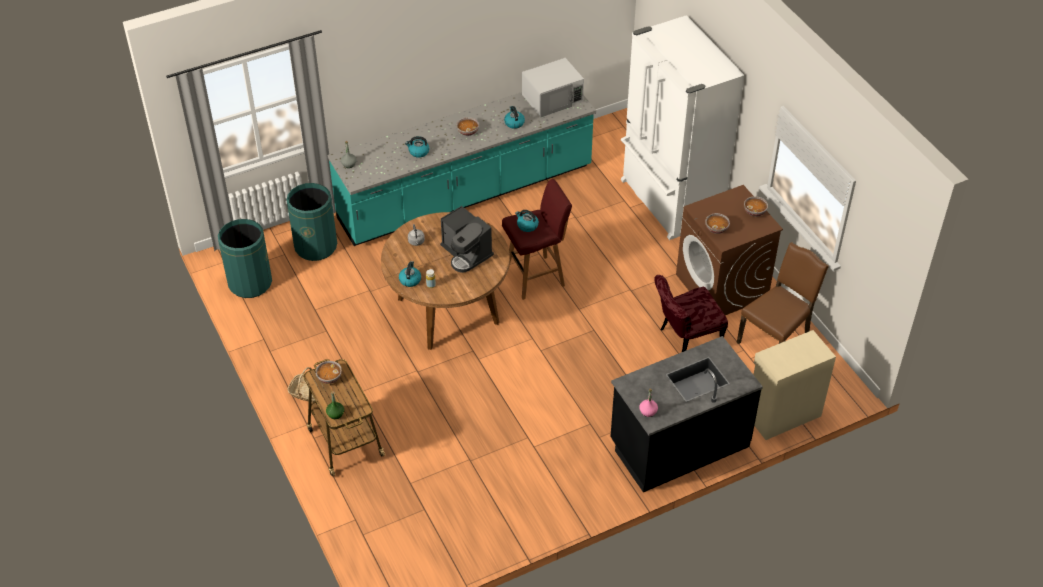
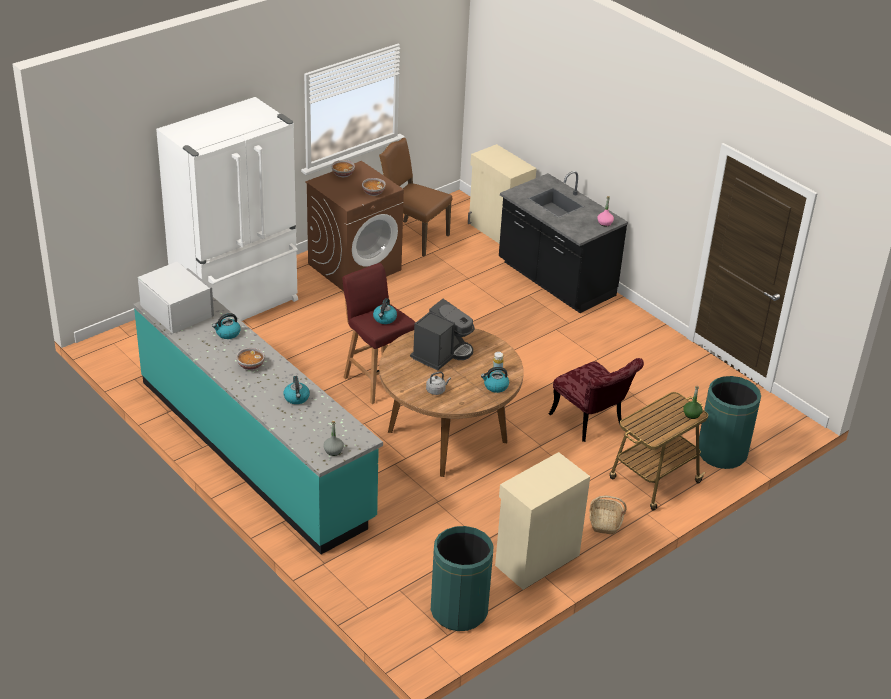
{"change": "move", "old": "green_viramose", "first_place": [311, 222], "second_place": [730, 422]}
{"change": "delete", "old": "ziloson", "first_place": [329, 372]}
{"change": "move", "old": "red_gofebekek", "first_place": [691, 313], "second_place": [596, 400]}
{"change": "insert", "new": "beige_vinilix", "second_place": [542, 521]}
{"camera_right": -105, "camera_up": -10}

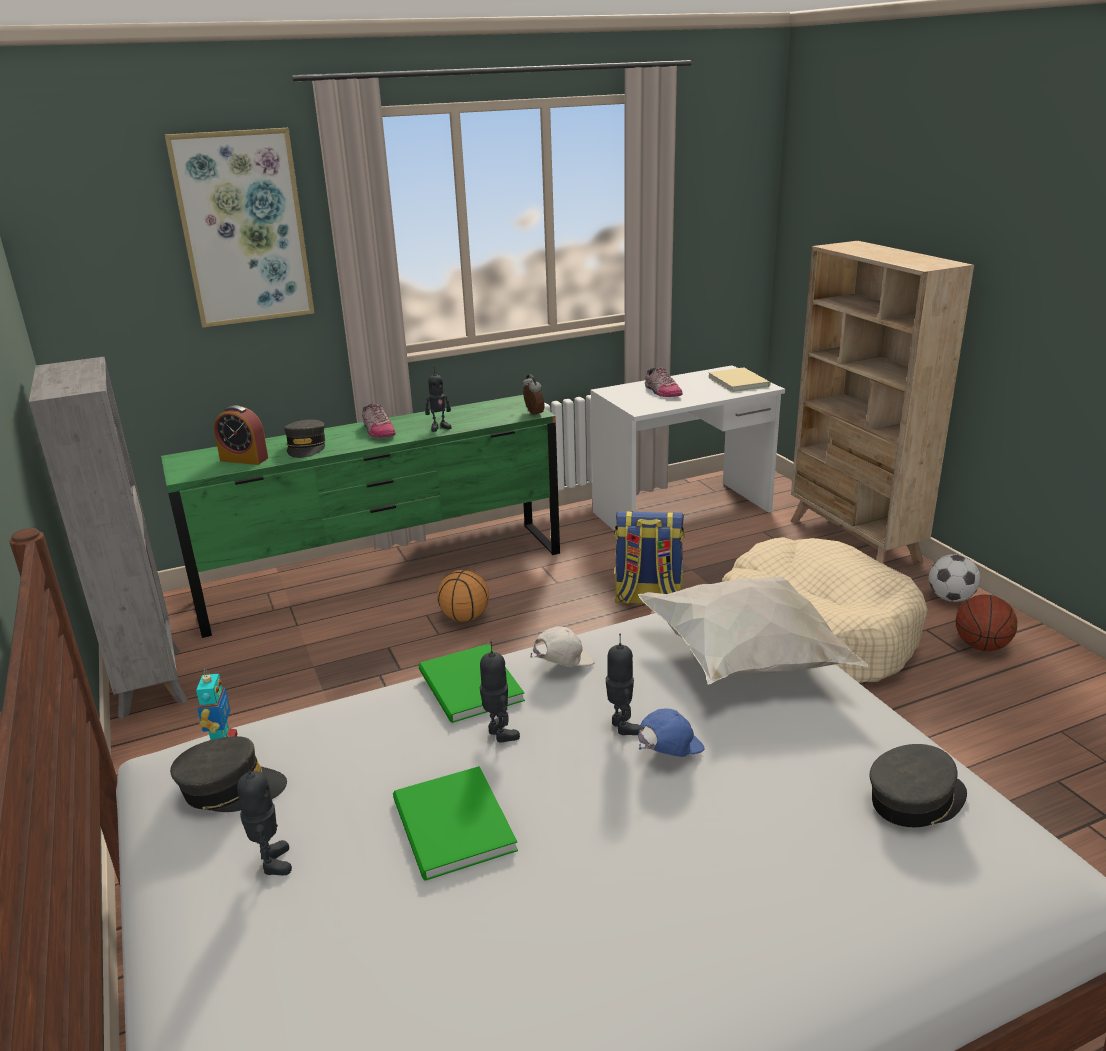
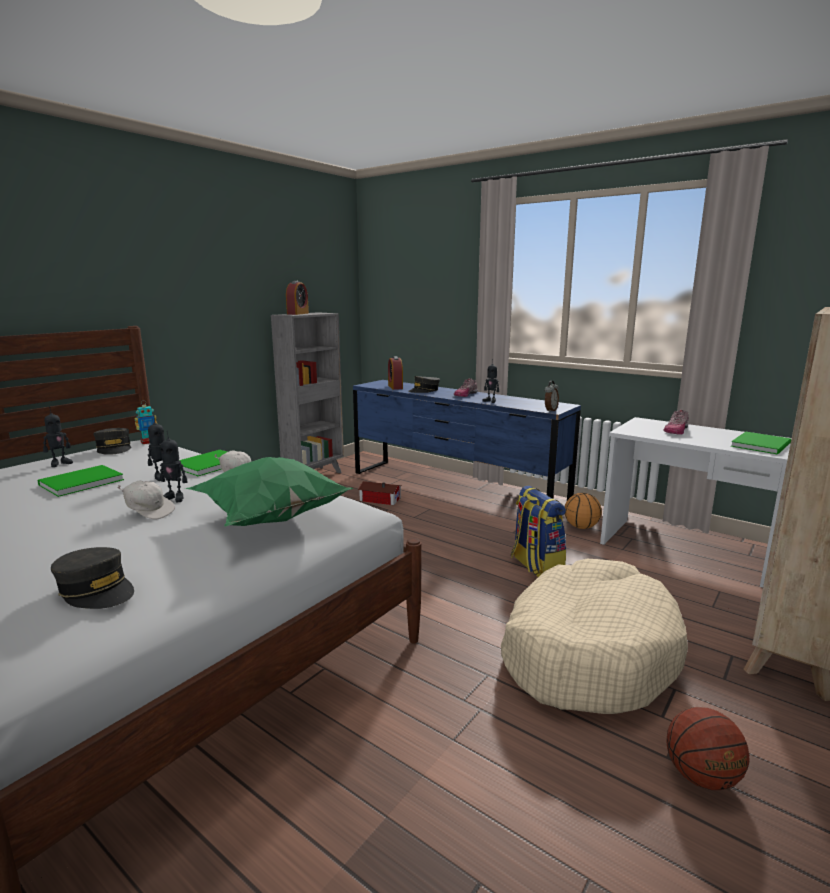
{"change": "recolor", "old": "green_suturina", "new": "blue_suturina", "first_place": [360, 516], "second_place": [467, 440]}
{"change": "delete", "old": "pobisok", "first_place": [240, 228]}
{"change": "move", "old": "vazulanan", "first_place": [463, 596], "second_place": [583, 511]}
{"change": "rotate", "old": "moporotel", "first_place": [623, 684], "second_place": [173, 466], "degrees": 60}
{"change": "recolor", "old": "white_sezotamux", "new": "green_sezotamux", "first_place": [753, 630], "second_place": [269, 491]}
{"change": "recolor", "old": "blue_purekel", "new": "white_purekel", "first_place": [671, 732], "second_place": [146, 500]}
{"change": "recolor", "old": "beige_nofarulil", "new": "green_nofarulil", "first_place": [739, 379], "second_place": [761, 443]}
{"change": "delete", "old": "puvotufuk", "first_place": [954, 578]}
{"change": "insert", "new": "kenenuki", "second_place": [297, 298]}
{"change": "insert", "new": "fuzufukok", "second_place": [380, 493]}
{"camera_right": 60, "camera_up": -10}

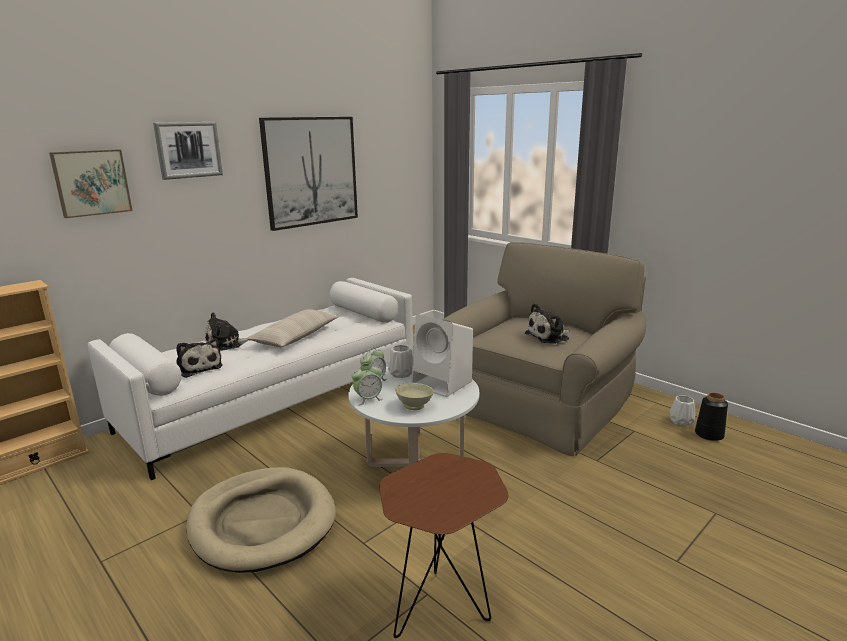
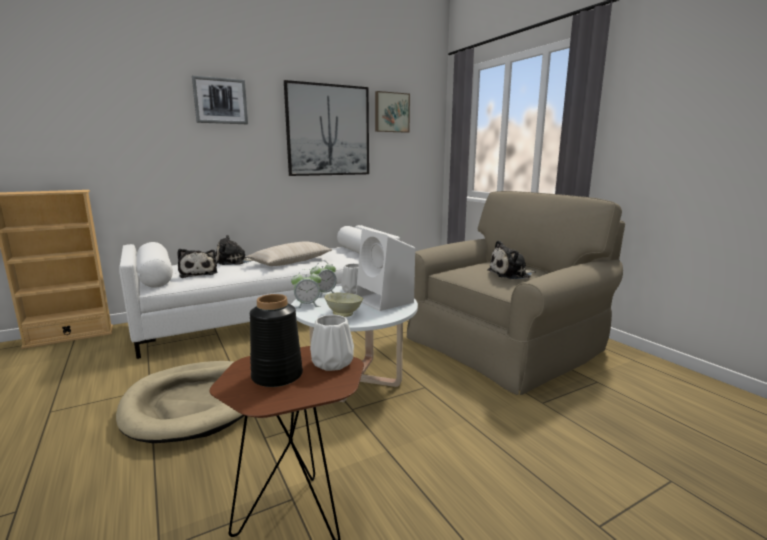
{"change": "move", "old": "pobisok", "first_place": [90, 183], "second_place": [392, 112]}
{"change": "move", "old": "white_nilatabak", "first_place": [683, 410], "second_place": [332, 343]}
{"change": "move", "old": "black_nilatabak", "first_place": [711, 416], "second_place": [276, 340]}
{"camera_right": 15, "camera_up": -5}

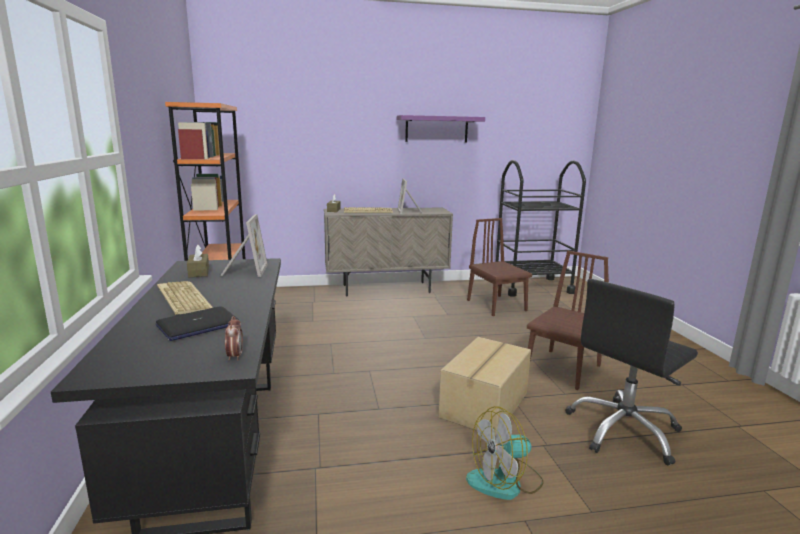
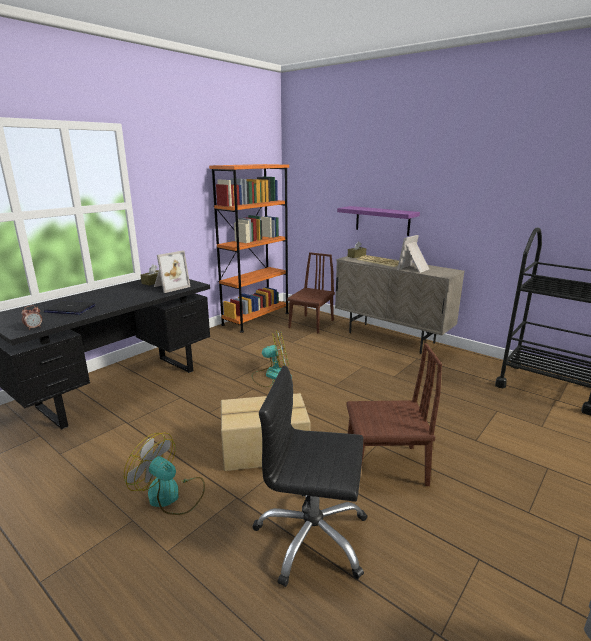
{"change": "delete", "old": "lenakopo", "first_place": [185, 298]}
{"change": "move", "old": "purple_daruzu", "first_place": [441, 129], "second_place": [378, 221]}
{"change": "move", "old": "brown_gofebekek", "first_place": [499, 267], "second_place": [311, 292]}
{"change": "insert", "new": "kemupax", "second_place": [272, 358]}
{"camera_right": 50, "camera_up": 5}

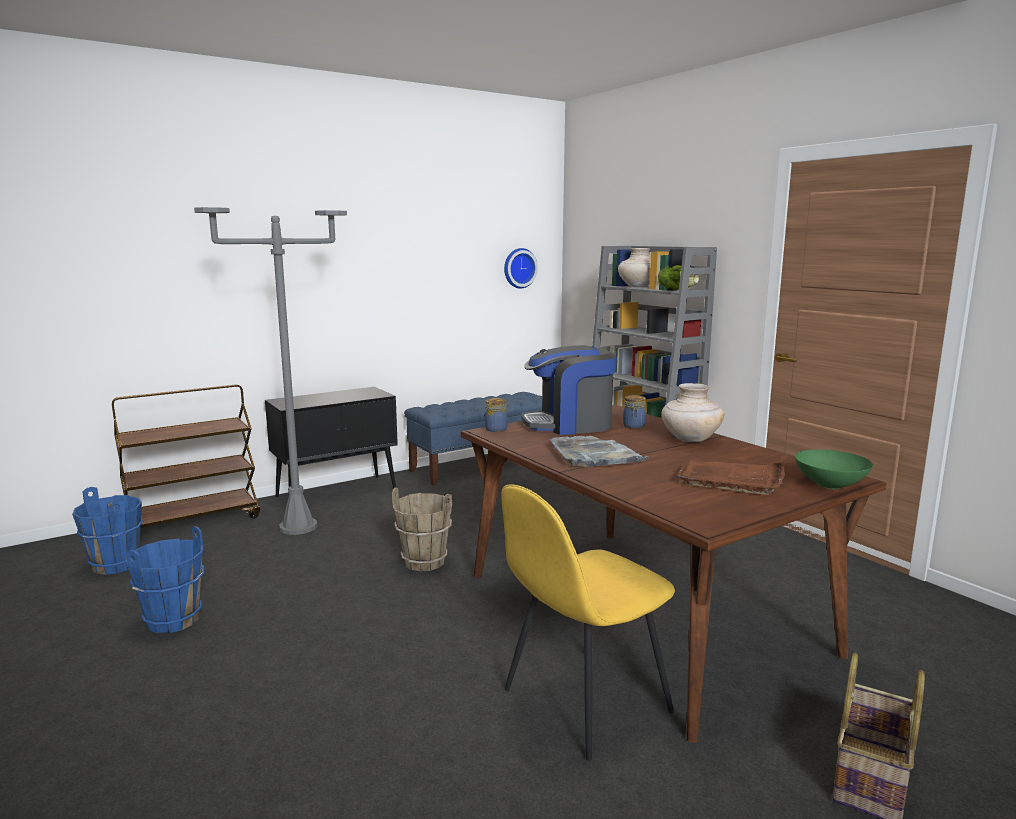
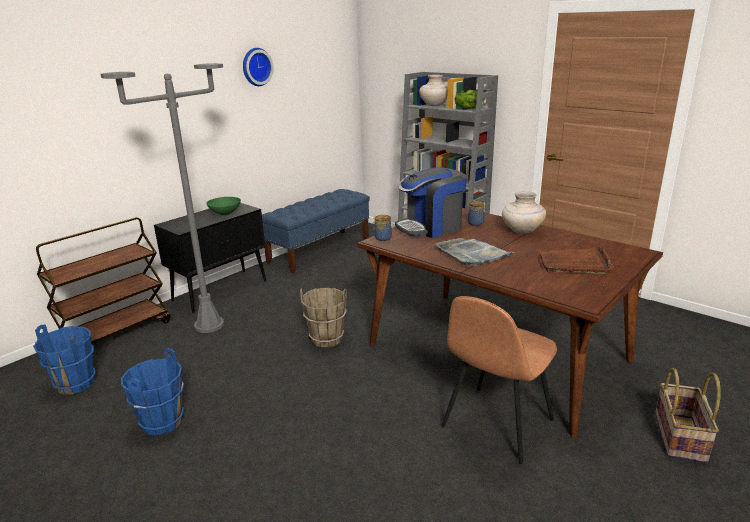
{"change": "recolor", "old": "yellow_gofebekek", "new": "brown_gofebekek", "first_place": [588, 622], "second_place": [499, 380]}
{"change": "move", "old": "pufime", "first_place": [521, 268], "second_place": [258, 67]}
{"change": "move", "old": "green_ziloson", "first_place": [834, 469], "second_place": [223, 206]}
{"camera_right": -15, "camera_up": 10}

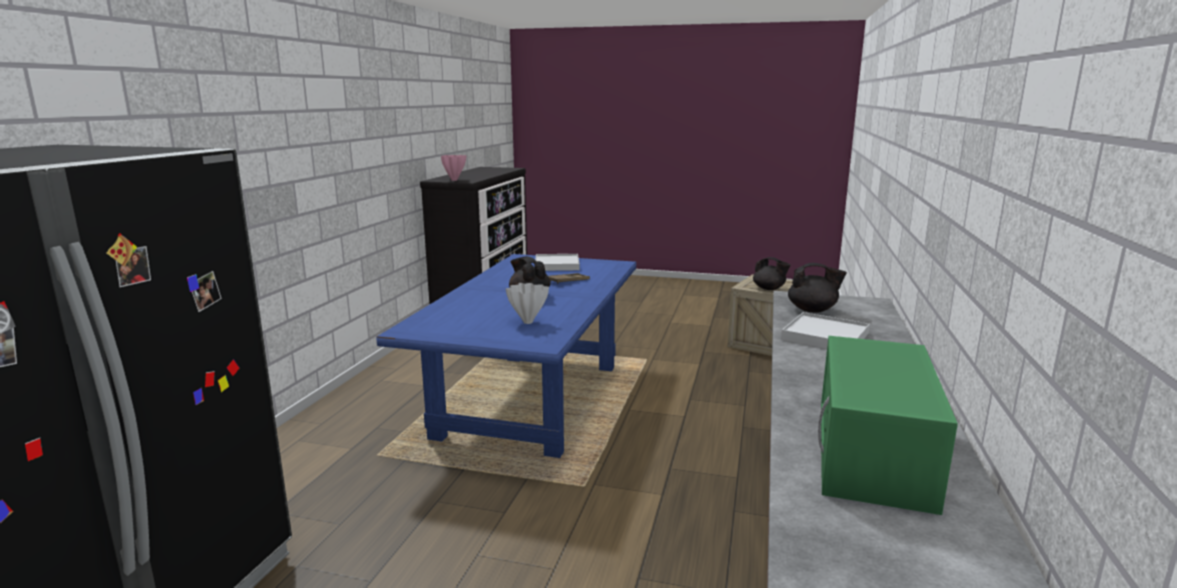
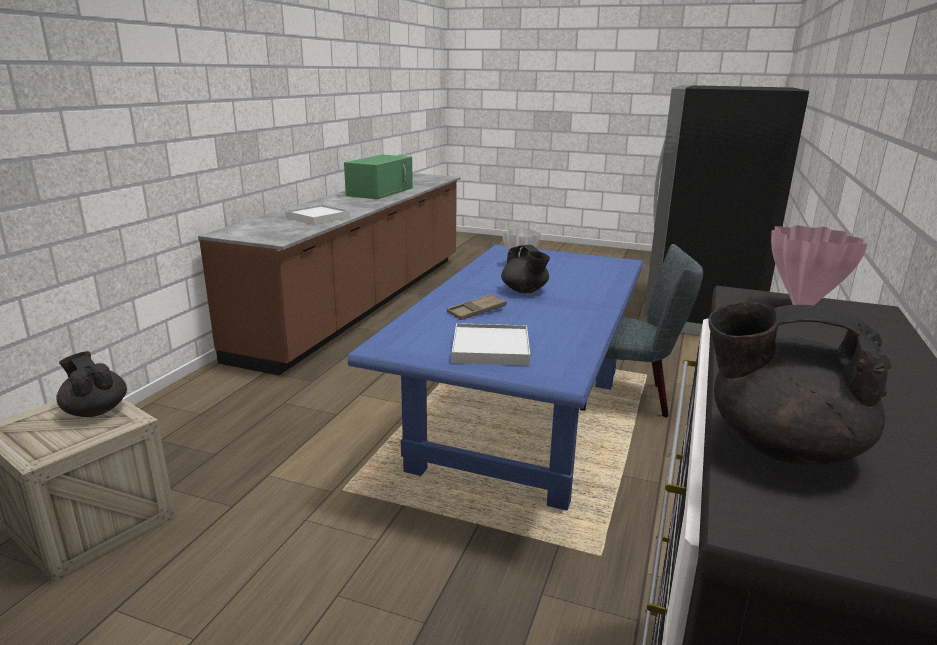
{"change": "move", "old": "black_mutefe", "first_place": [817, 288], "second_place": [800, 384]}
{"change": "insert", "new": "grey_gofebekek", "second_place": [641, 331]}
{"camera_right": -175, "camera_up": 5}

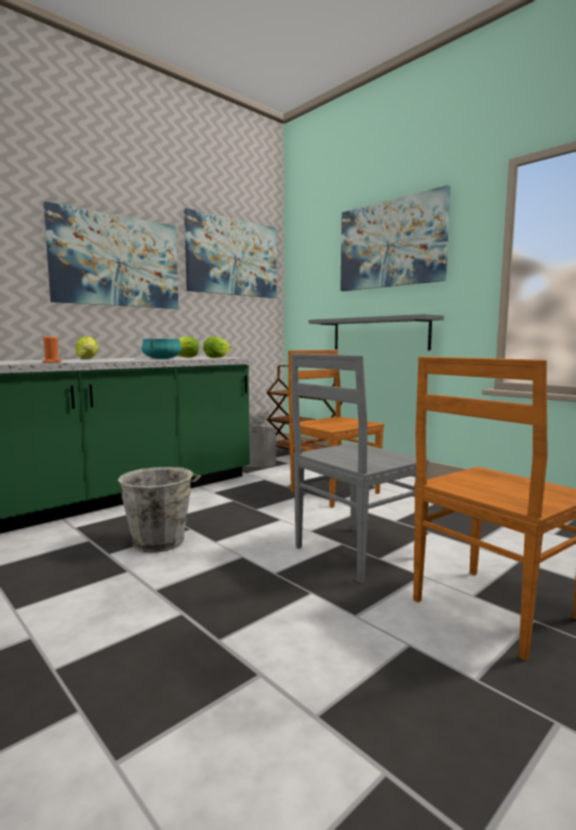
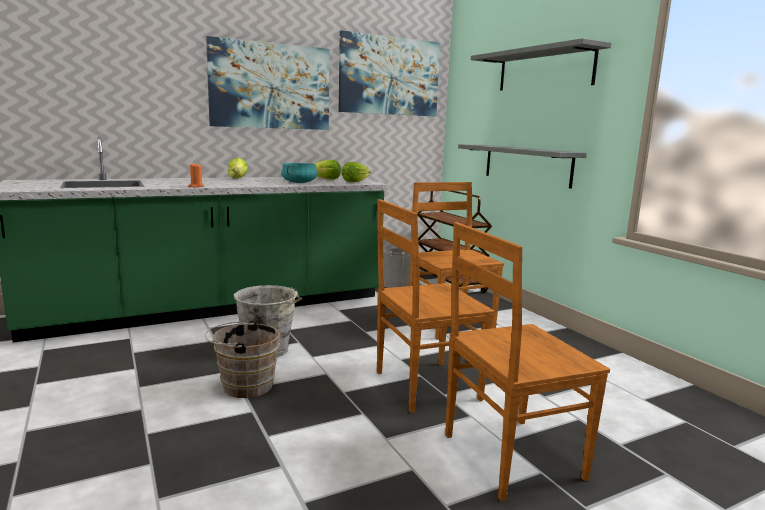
{"change": "recolor", "old": "grey_gofebekek", "new": "brown_gofebekek", "first_place": [360, 468], "second_place": [436, 306]}
{"change": "replace", "old": "pobisok", "new": "grey_daruzu", "first_place": [395, 238], "second_place": [541, 64]}
{"change": "insert", "new": "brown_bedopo", "second_place": [242, 359]}
{"camera_right": 15, "camera_up": 5}

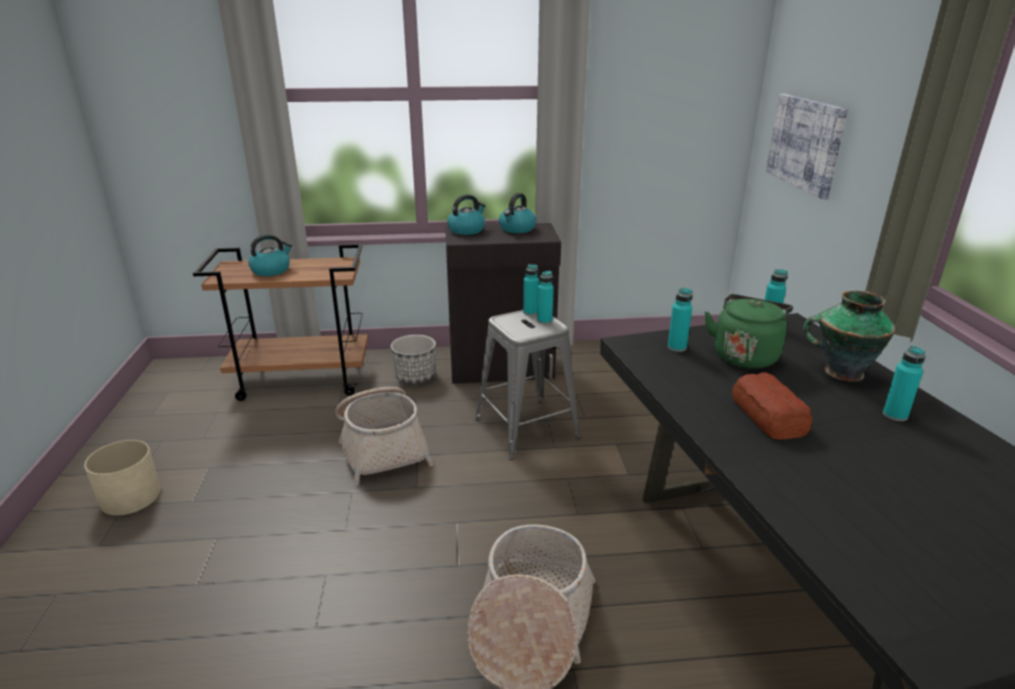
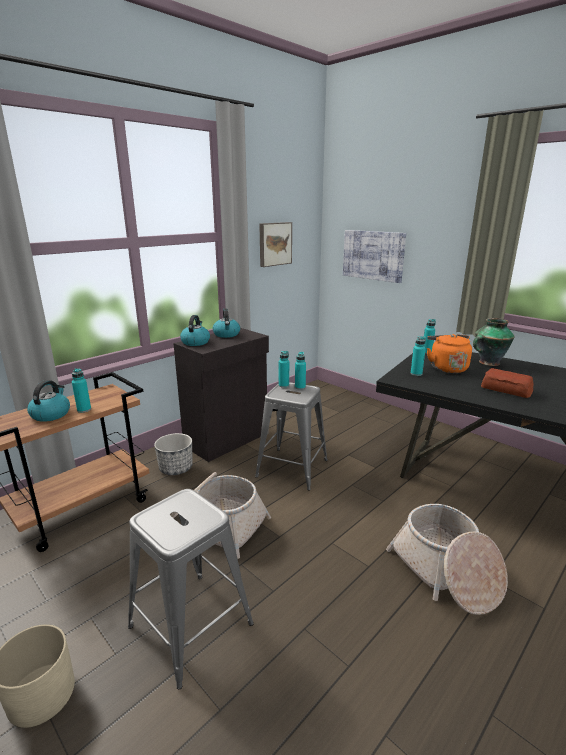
{"change": "recolor", "old": "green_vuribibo", "new": "orange_vuribibo", "first_place": [748, 331], "second_place": [449, 353]}
{"change": "move", "old": "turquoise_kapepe", "first_place": [904, 383], "second_place": [81, 390]}
{"change": "insert", "new": "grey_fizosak", "second_place": [191, 589]}
{"change": "insert", "new": "pobisok", "second_place": [275, 244]}
{"camera_right": -40, "camera_up": -5}

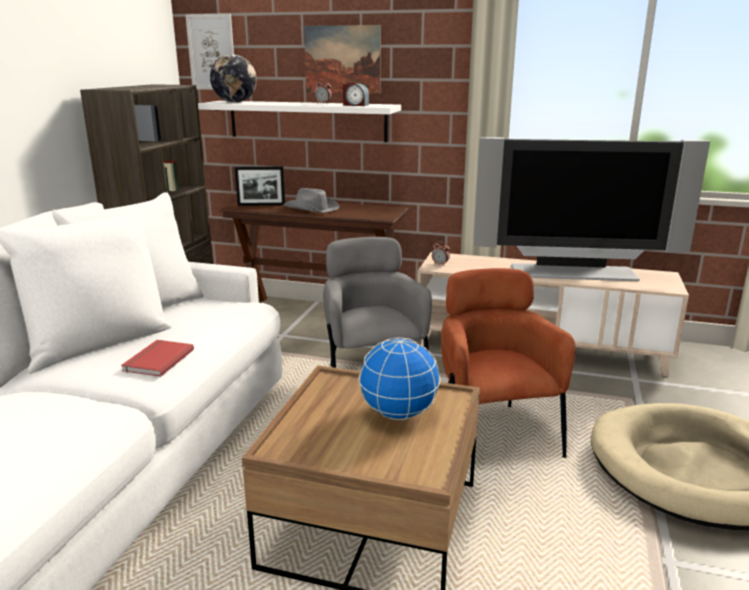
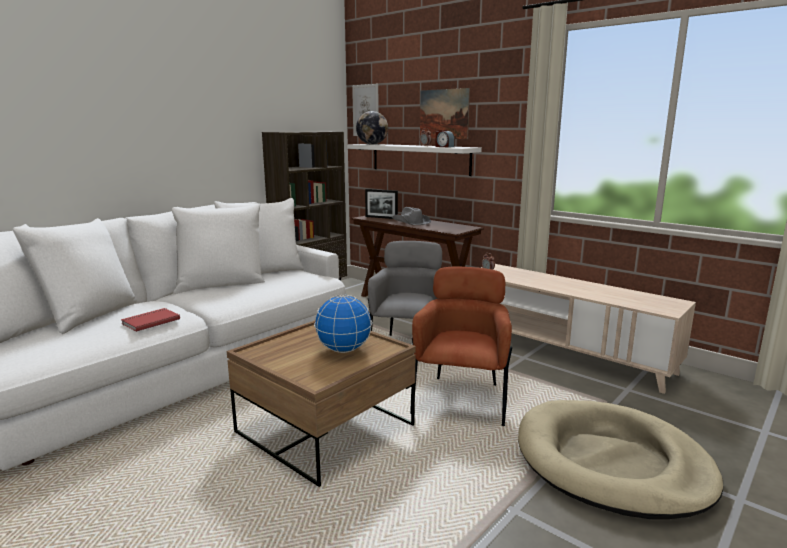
{"change": "move", "old": "red_nofarulil", "first_place": [157, 358], "second_place": [150, 320]}
{"change": "delete", "old": "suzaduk", "first_place": [591, 209]}
{"camera_right": 25, "camera_up": -5}

